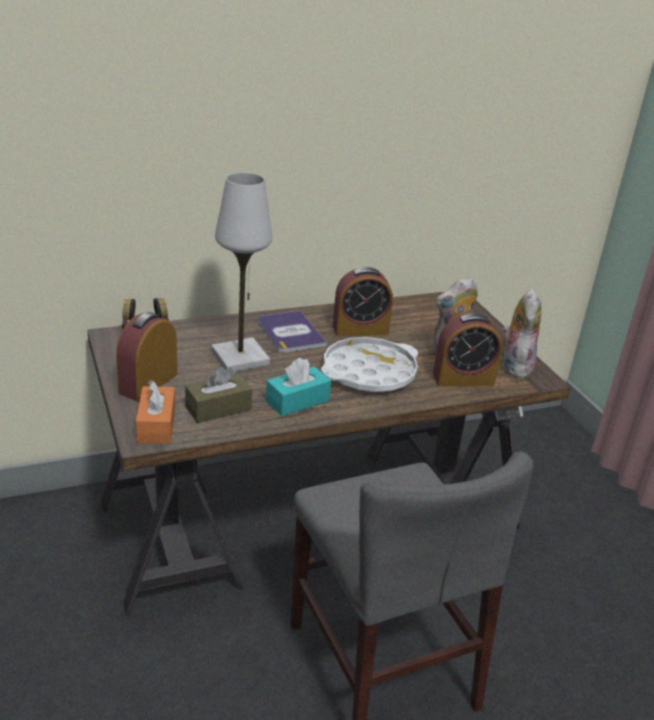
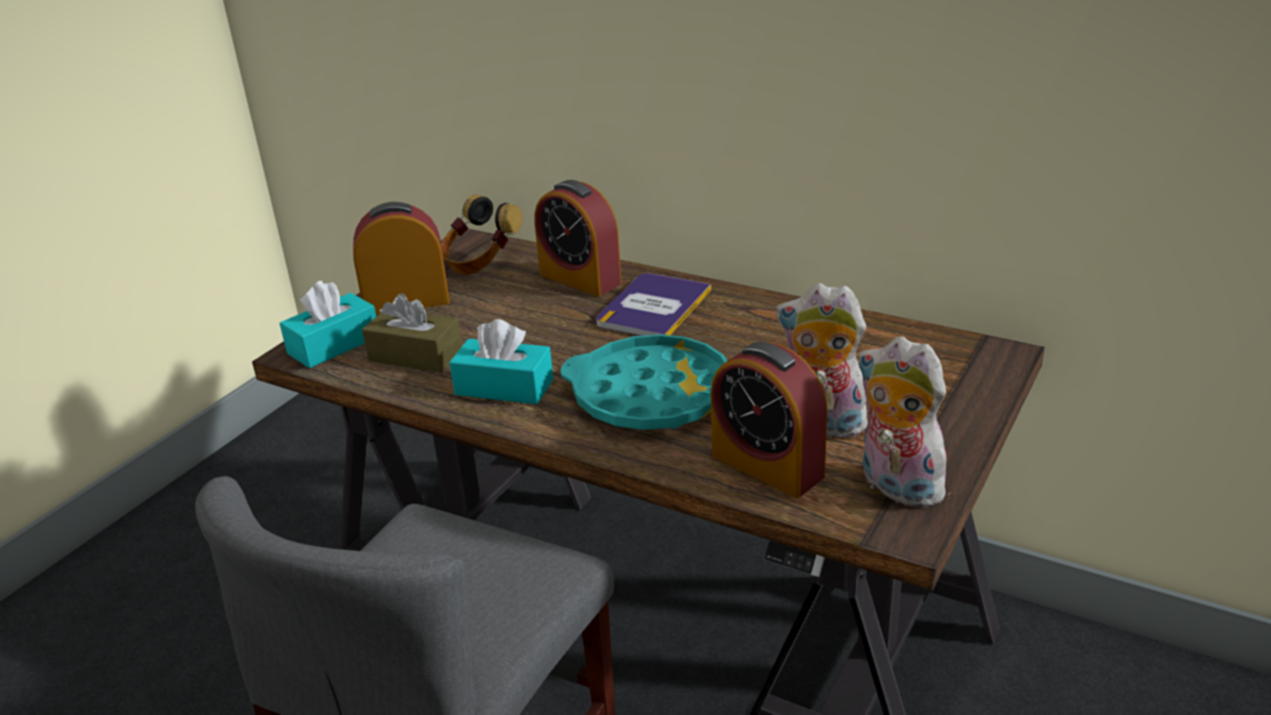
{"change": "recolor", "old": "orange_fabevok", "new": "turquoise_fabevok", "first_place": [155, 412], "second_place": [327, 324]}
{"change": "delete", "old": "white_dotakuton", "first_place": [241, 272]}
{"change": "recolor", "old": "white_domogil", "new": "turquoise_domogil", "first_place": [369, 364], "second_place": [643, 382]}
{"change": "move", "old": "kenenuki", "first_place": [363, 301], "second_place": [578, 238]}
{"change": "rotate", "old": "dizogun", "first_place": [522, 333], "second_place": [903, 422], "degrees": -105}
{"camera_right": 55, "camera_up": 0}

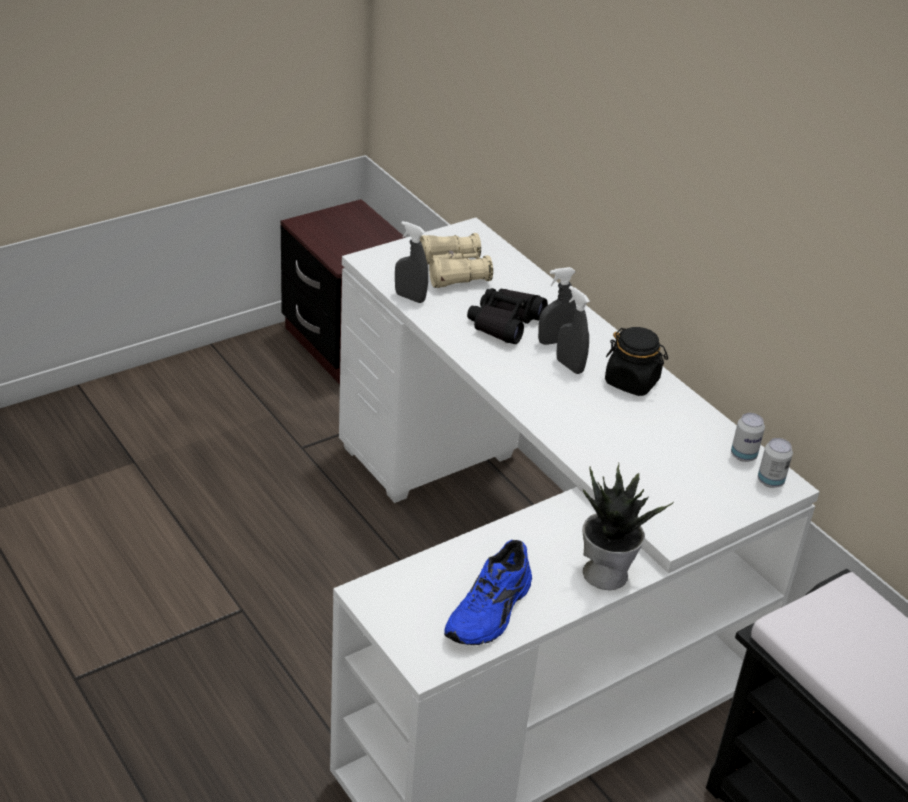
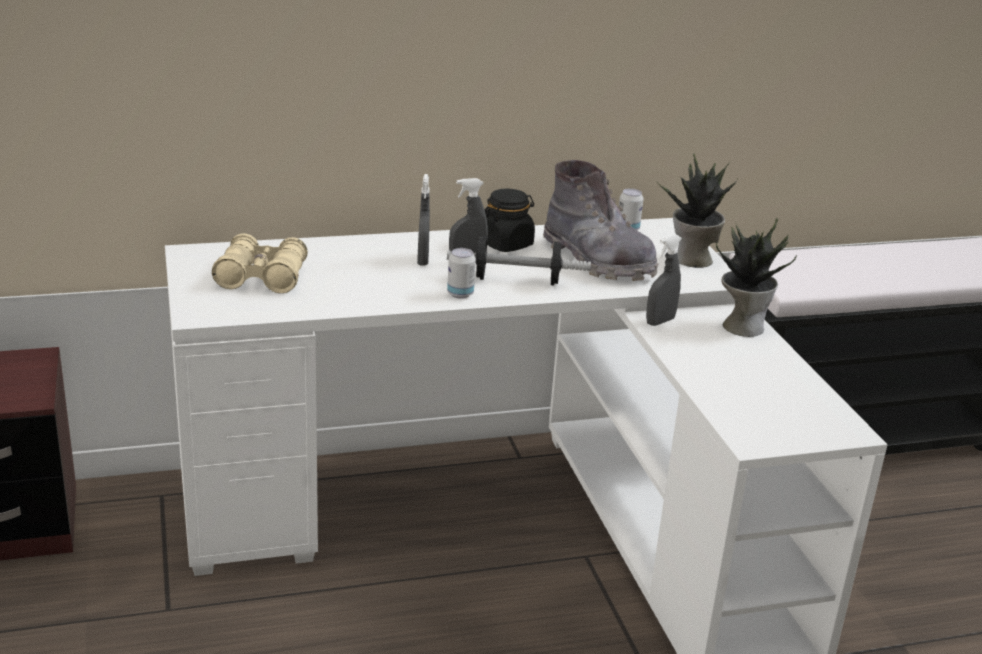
{"change": "move", "old": "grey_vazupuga", "first_place": [411, 262], "second_place": [664, 280]}
{"change": "delete", "old": "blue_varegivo", "first_place": [488, 592]}
{"change": "delete", "old": "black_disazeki", "first_place": [507, 316]}
{"change": "move", "old": "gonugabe", "first_place": [775, 463], "second_place": [461, 273]}
{"change": "insert", "new": "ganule", "second_place": [519, 260]}
{"change": "insert", "new": "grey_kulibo", "second_place": [600, 220]}
{"change": "insert", "new": "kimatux", "second_place": [697, 211]}
{"camera_right": -70, "camera_up": -10}

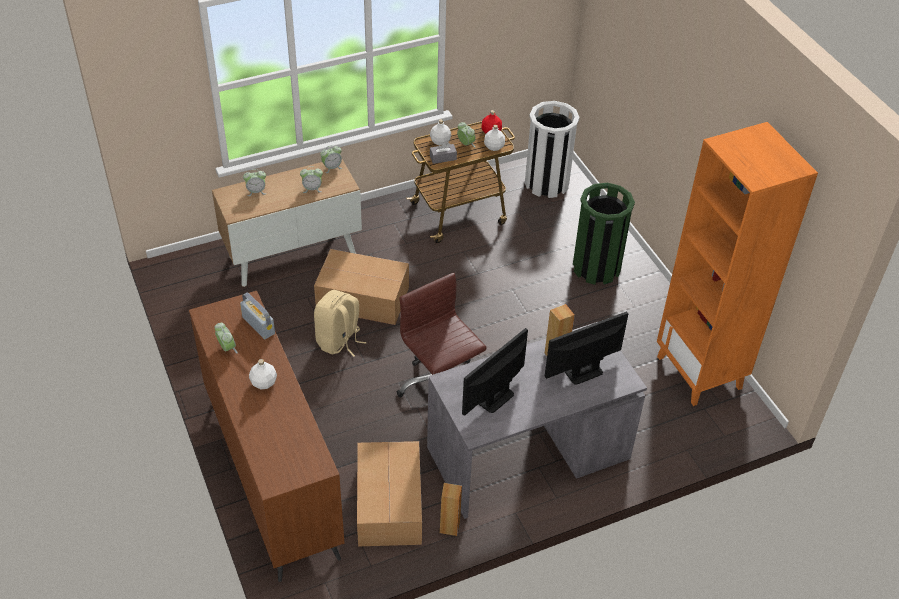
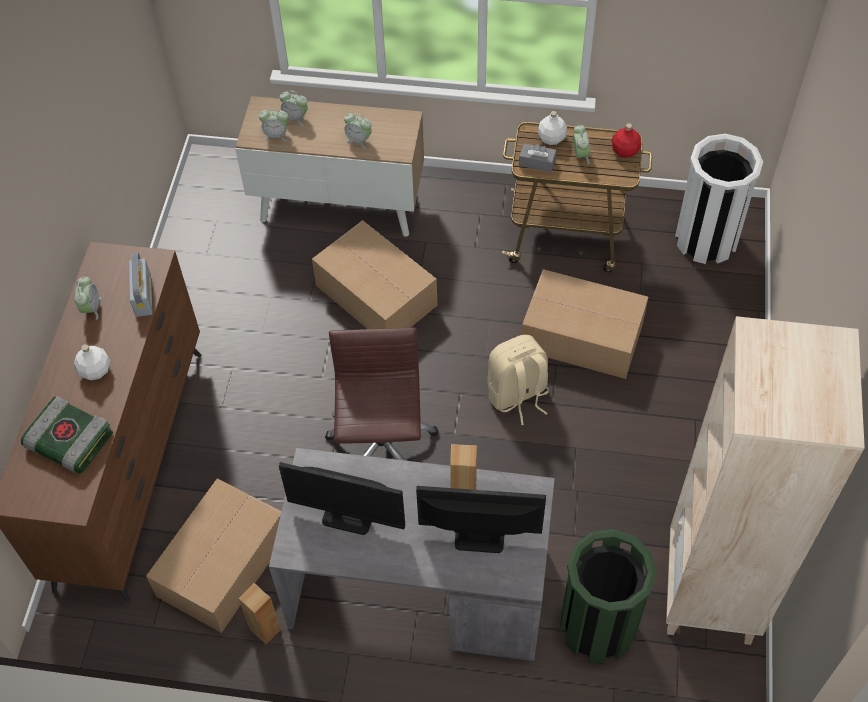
{"change": "move", "old": "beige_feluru", "first_place": [340, 323], "second_place": [518, 380]}
{"change": "move", "old": "kenenuki", "first_place": [331, 159], "second_place": [273, 124]}
{"change": "rotate", "old": "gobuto", "first_place": [495, 372], "second_place": [342, 498], "degrees": -150}
{"change": "delete", "old": "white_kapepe", "first_place": [494, 138]}
{"change": "move", "old": "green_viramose", "first_place": [604, 234], "second_place": [608, 596]}
{"change": "recolor", "old": "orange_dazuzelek", "new": "beige_dazuzelek", "first_place": [737, 264], "second_place": [765, 480]}
{"change": "insert", "new": "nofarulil", "second_place": [67, 435]}
{"change": "insert", "new": "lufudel", "second_place": [585, 324]}
{"camera_right": 35, "camera_up": 10}

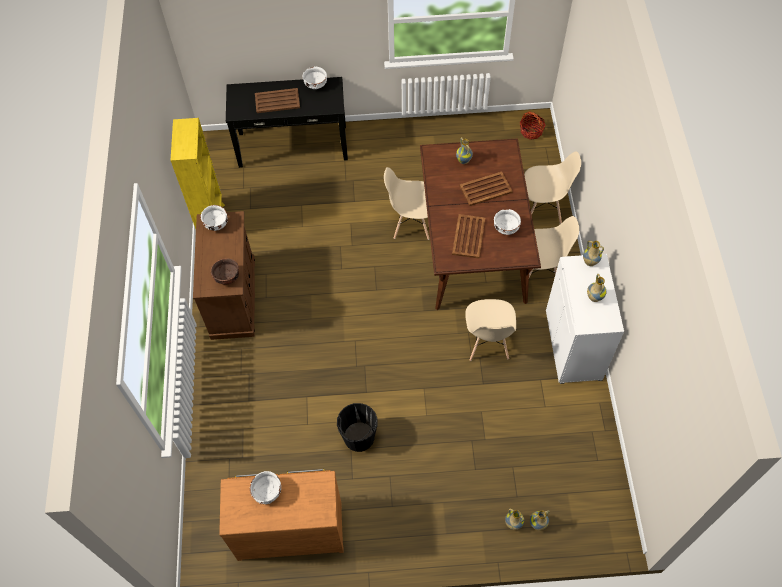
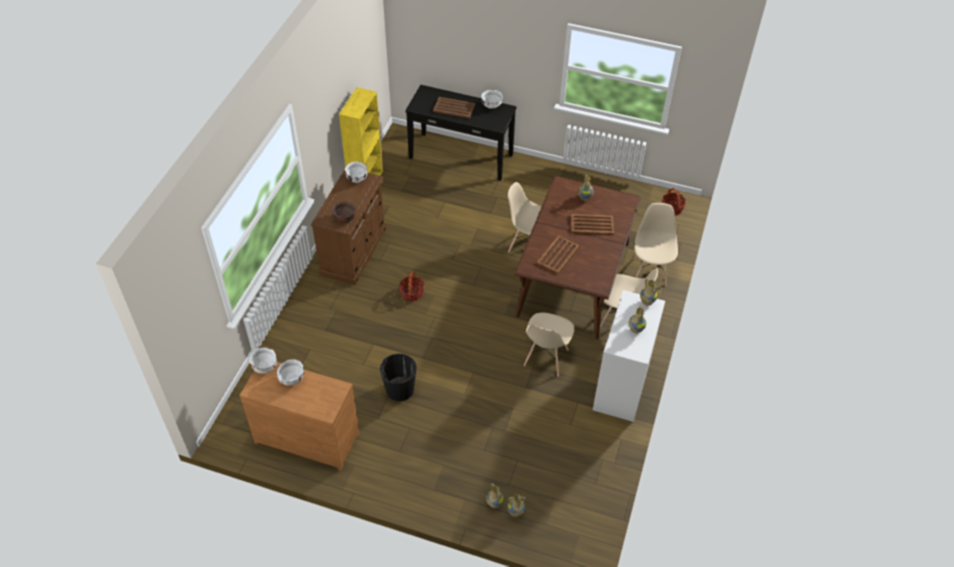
{"change": "move", "old": "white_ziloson", "first_place": [507, 222], "second_place": [263, 360]}
{"change": "rotate", "old": "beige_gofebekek", "first_place": [552, 187], "second_place": [655, 244], "degrees": -105}
{"change": "insert", "new": "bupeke", "second_place": [412, 286]}
{"camera_right": 20, "camera_up": -10}

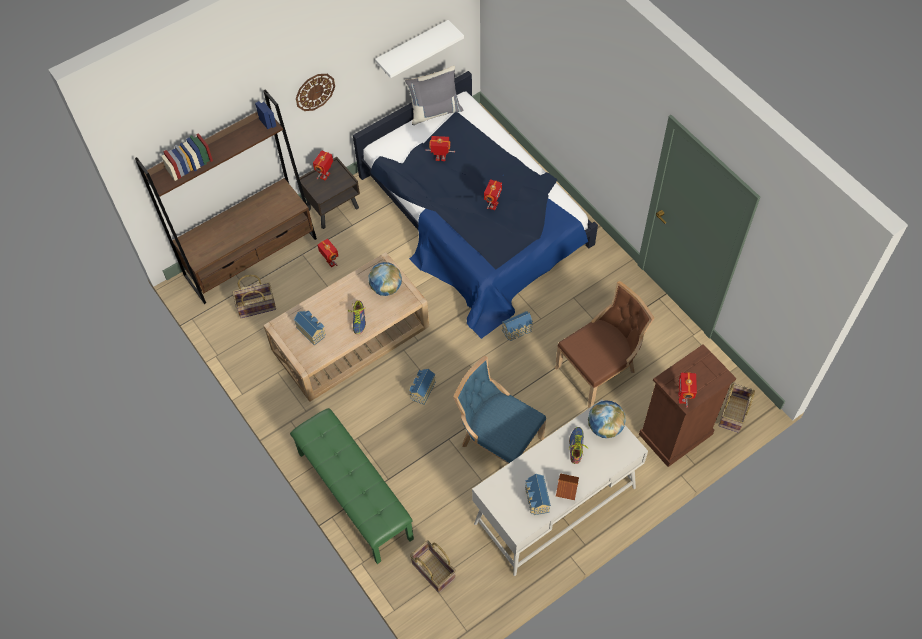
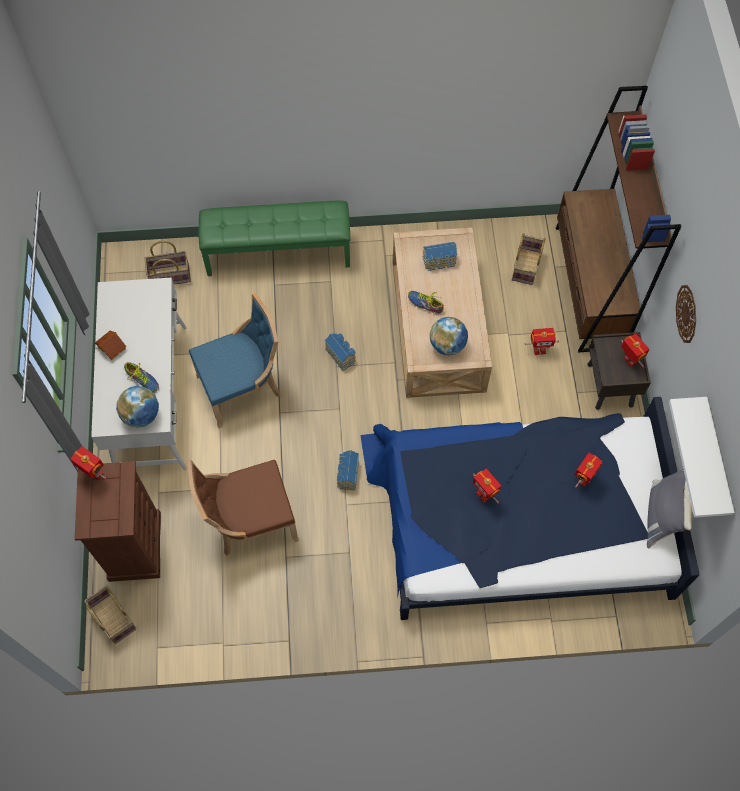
{"change": "delete", "old": "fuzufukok", "first_place": [538, 494]}
{"change": "rotate", "old": "brown_gofebekek", "first_place": [604, 344], "second_place": [243, 508], "degrees": 75}
{"camera_right": 120, "camera_up": 5}

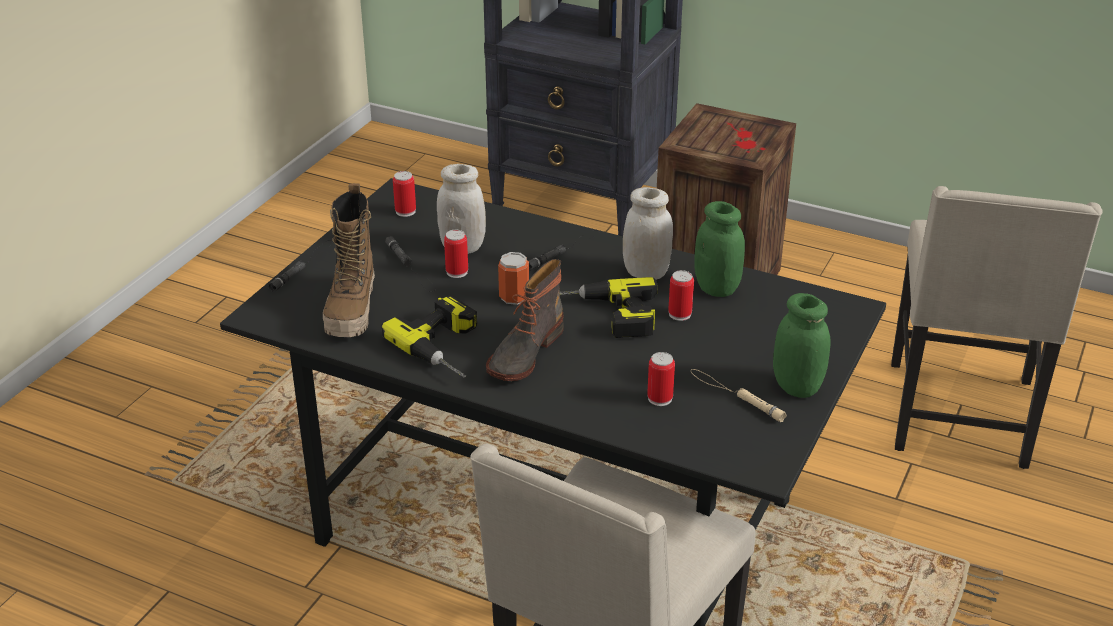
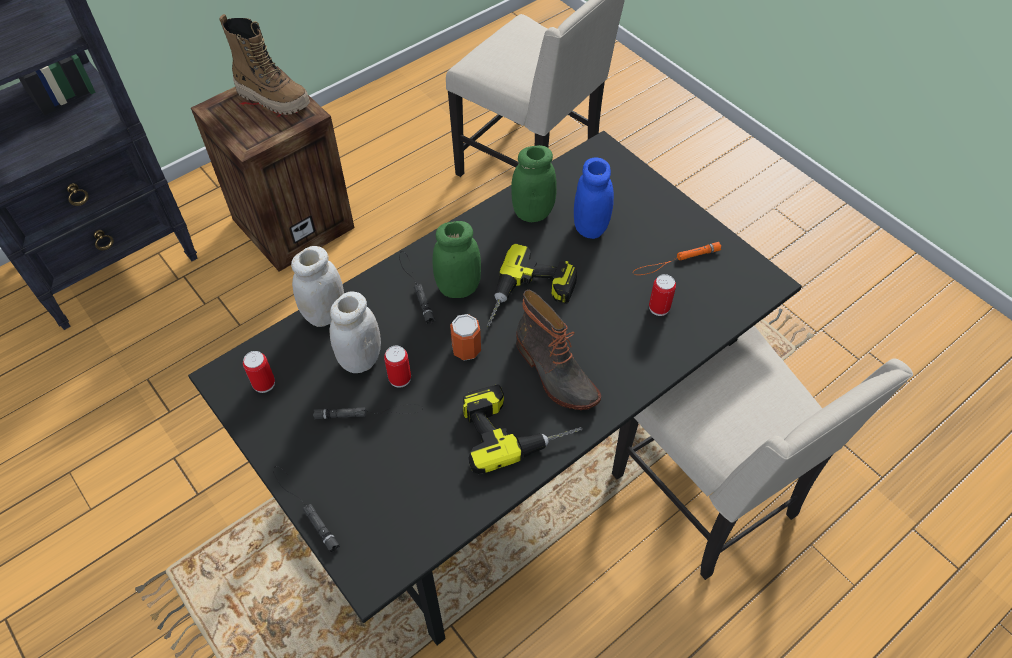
{"change": "move", "old": "kulibo", "first_place": [349, 260], "second_place": [264, 64]}
{"change": "move", "old": "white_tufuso", "first_place": [648, 233], "second_place": [317, 286]}
{"change": "delete", "old": "gonugabe", "first_place": [681, 295]}
{"change": "recolor", "old": "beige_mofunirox", "new": "orange_mofunirox", "first_place": [739, 395], "second_place": [677, 258]}
{"change": "move", "old": "green_tufuso", "first_place": [801, 345], "second_place": [457, 259]}
{"change": "insert", "new": "blue_tufuso", "second_place": [594, 198]}
{"camera_right": -65, "camera_up": 20}

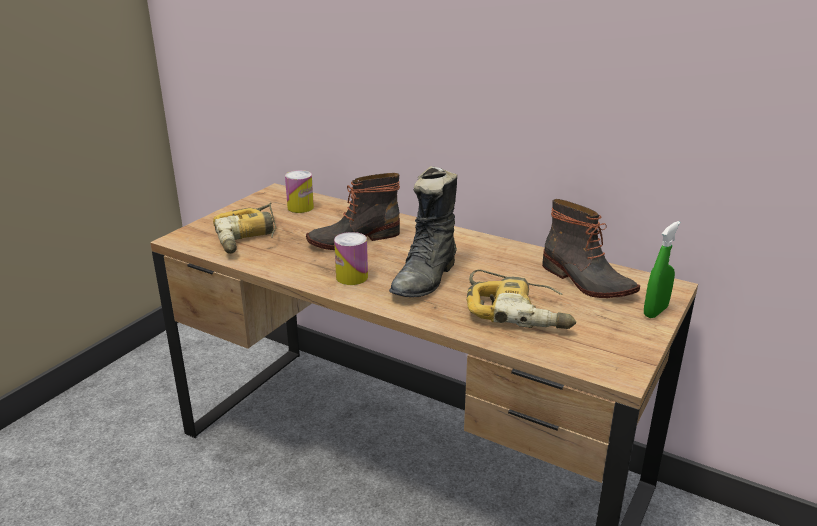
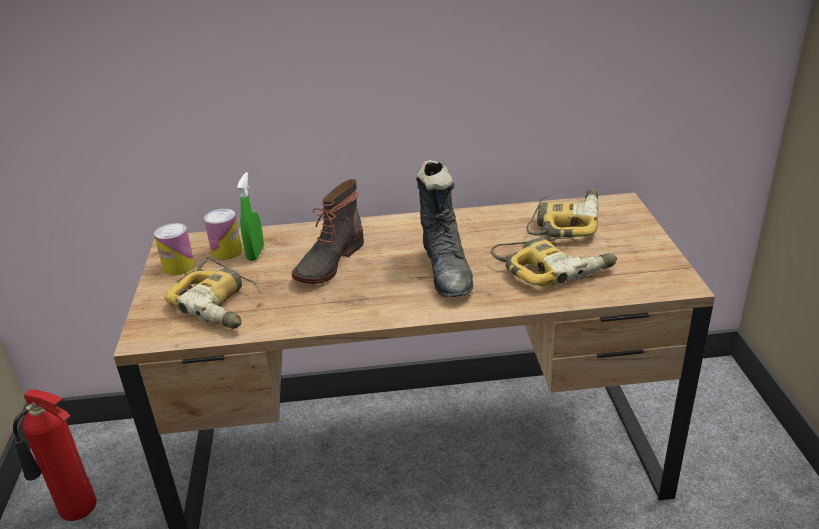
{"change": "move", "old": "gonugabe", "first_place": [351, 258], "second_place": [174, 249]}
{"change": "replace", "old": "kulibo", "new": "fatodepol", "first_place": [591, 248], "second_place": [563, 213]}
{"change": "move", "old": "green_vazupuga", "first_place": [662, 269], "second_place": [250, 216]}
{"change": "insert", "new": "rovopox", "second_place": [55, 455]}
{"camera_right": -35, "camera_up": 5}

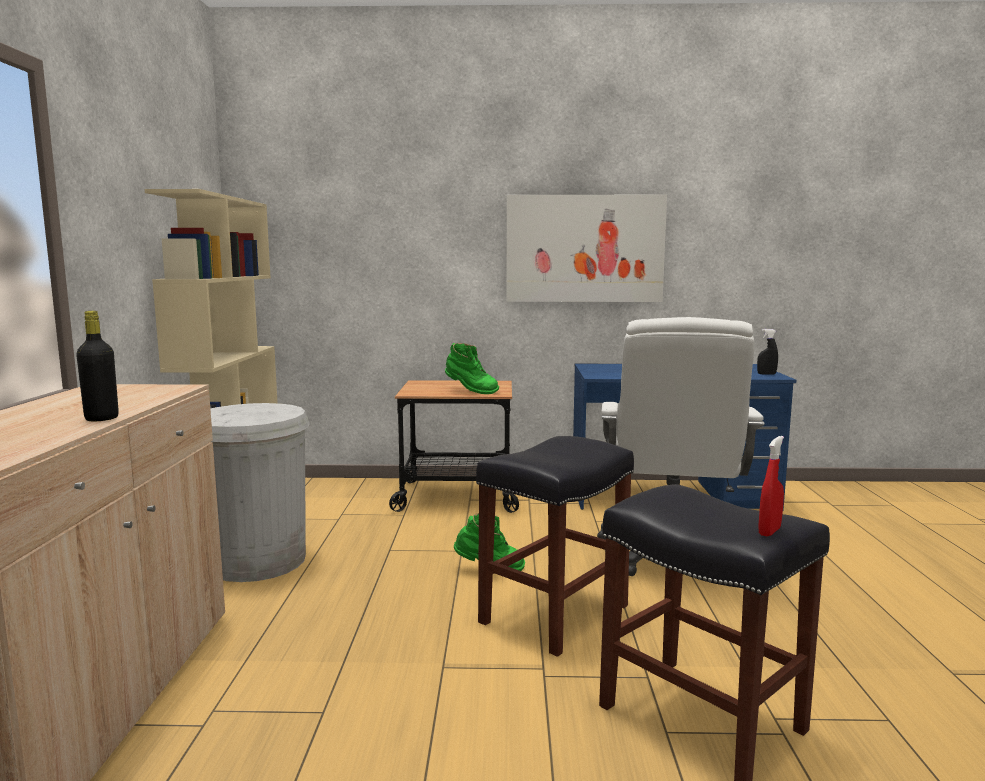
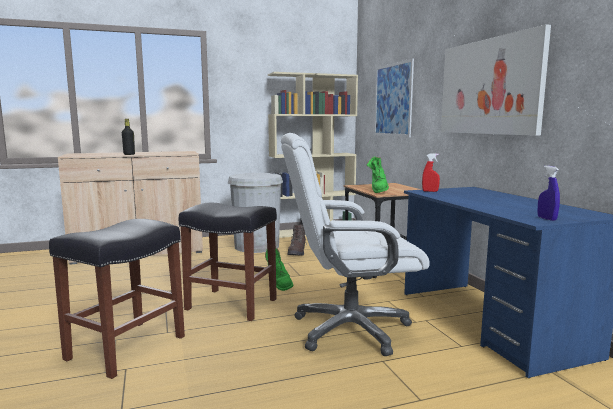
{"change": "recolor", "old": "black_vazupuga", "new": "blue_vazupuga", "first_place": [767, 352], "second_place": [549, 193]}
{"change": "move", "old": "red_vazupuga", "first_place": [771, 486], "second_place": [431, 173]}
{"change": "insert", "new": "brown_kulibo", "second_place": [297, 240]}
{"change": "insert", "new": "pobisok", "second_place": [394, 97]}
{"camera_right": 70, "camera_up": 0}

